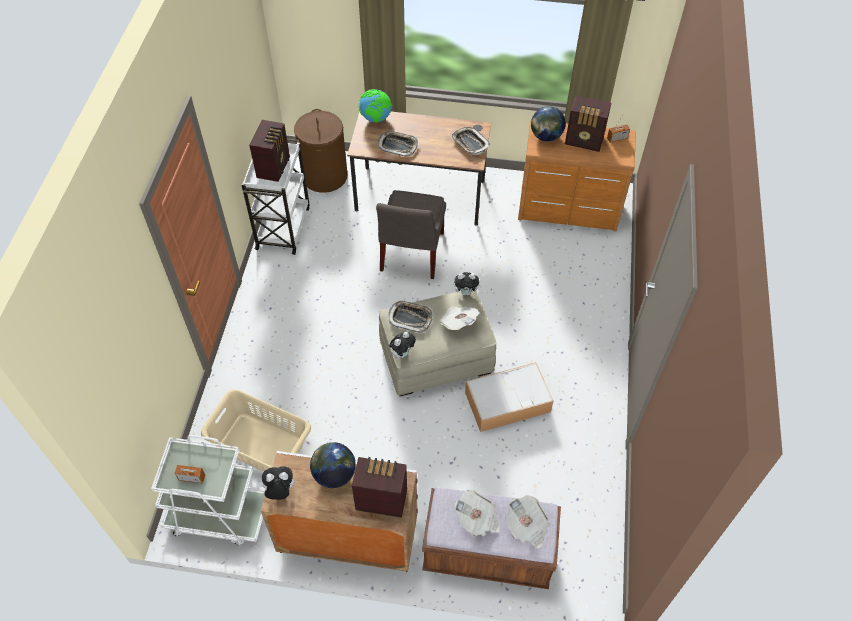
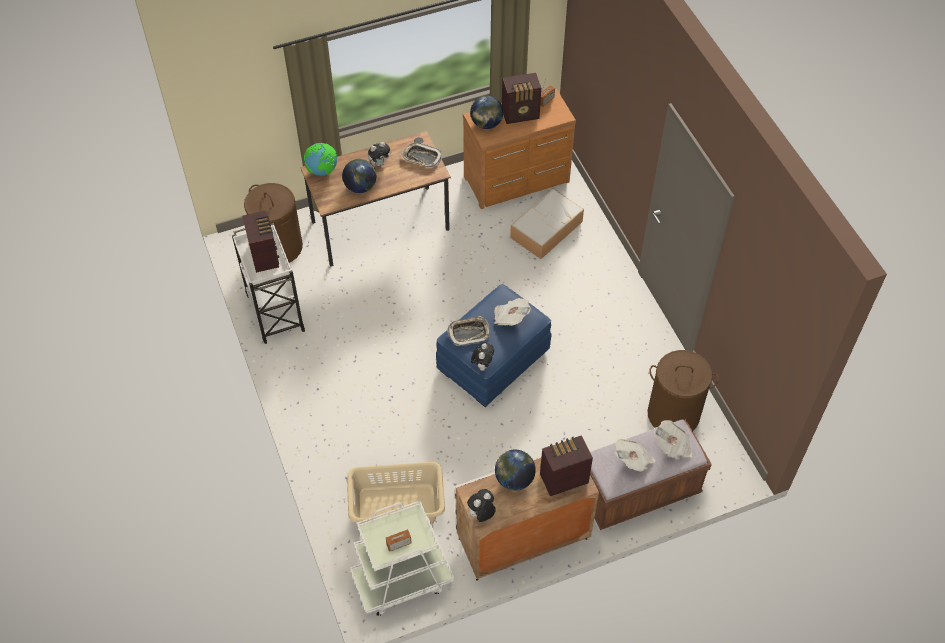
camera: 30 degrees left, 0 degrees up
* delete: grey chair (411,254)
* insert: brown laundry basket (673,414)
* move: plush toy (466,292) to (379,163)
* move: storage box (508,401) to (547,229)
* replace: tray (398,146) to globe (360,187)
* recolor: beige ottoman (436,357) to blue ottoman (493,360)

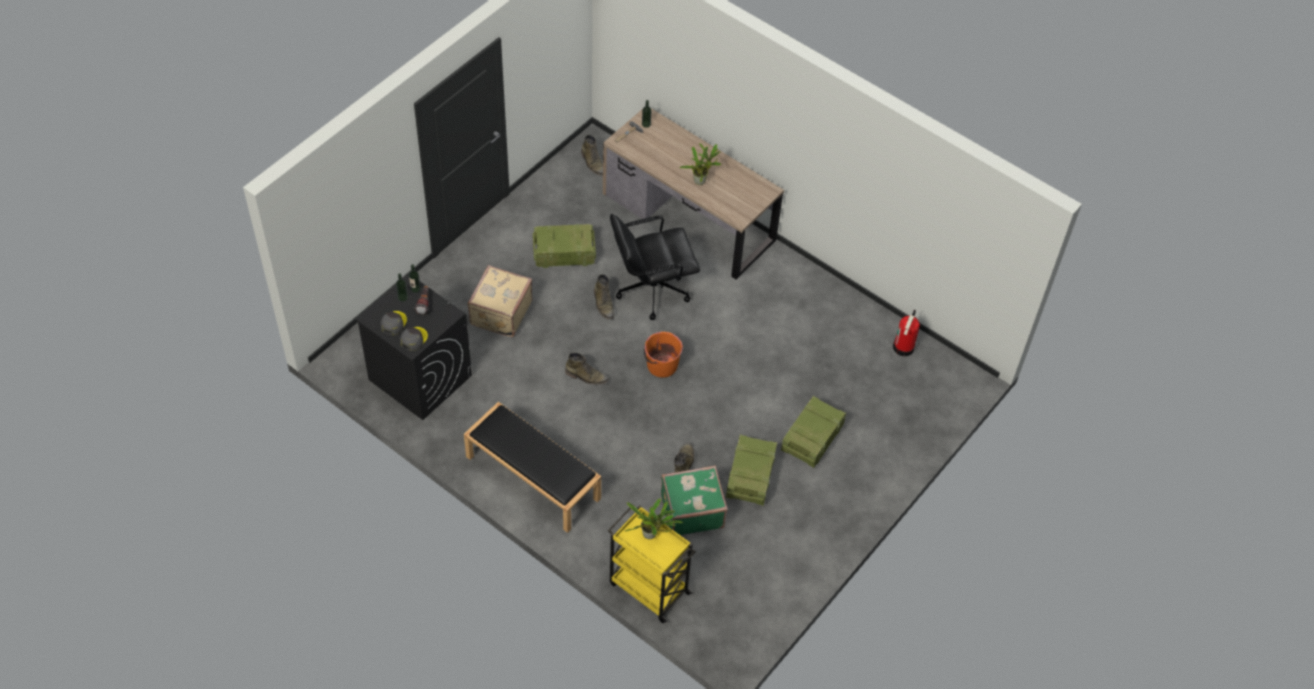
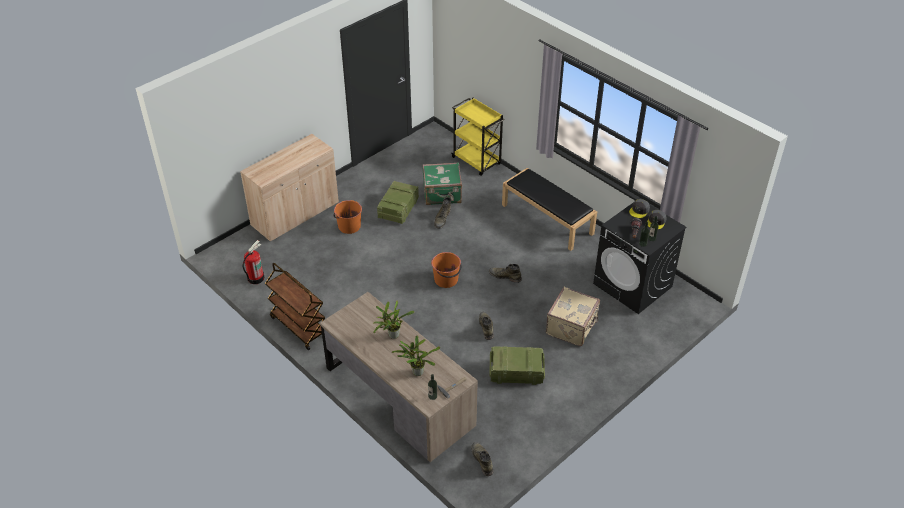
camera: 170 degrees left, 10 degrees down
* delete: black office chair (651,289)
* insert: beige cabinet (295,214)
* insert: brown cart (298,327)
* move: potted plant (651,535) to (416,371)
* replace: crate (811,439) to orange bucket (349,226)

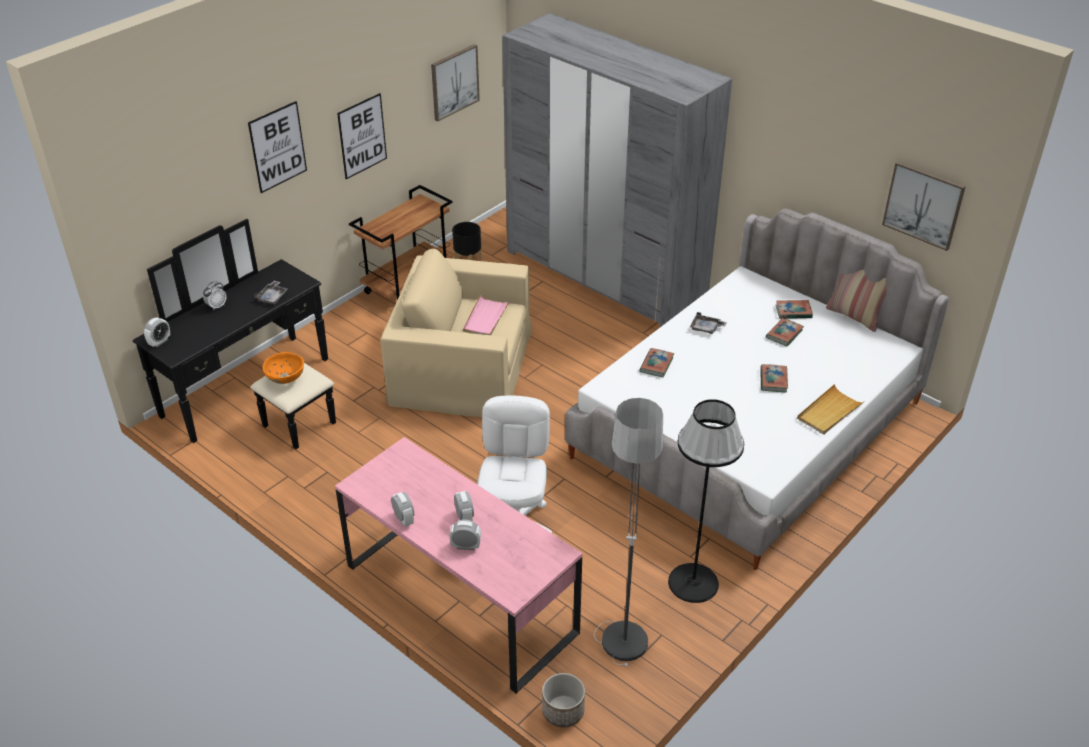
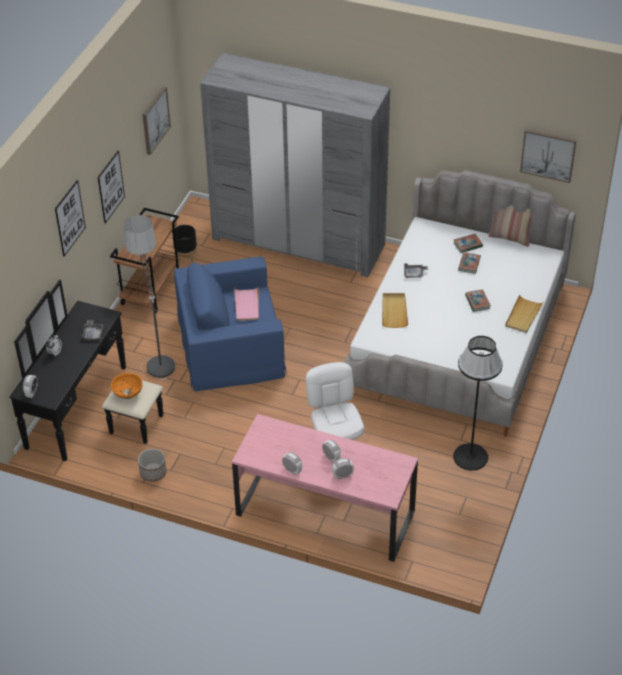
camera: 20 degrees left, 5 degrees up
* move: planter (563,711) to (153,472)
* move: floor lamp (624,613) to (155,352)
* replace: book (656,365) to beige tray (394,311)
* recolor: beige armchair (461,366) to blue armchair (230,345)

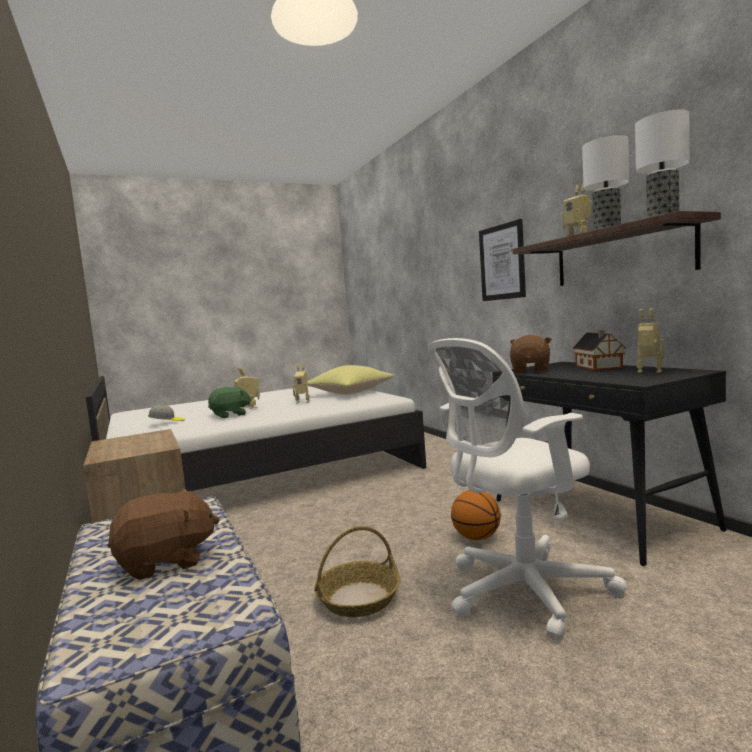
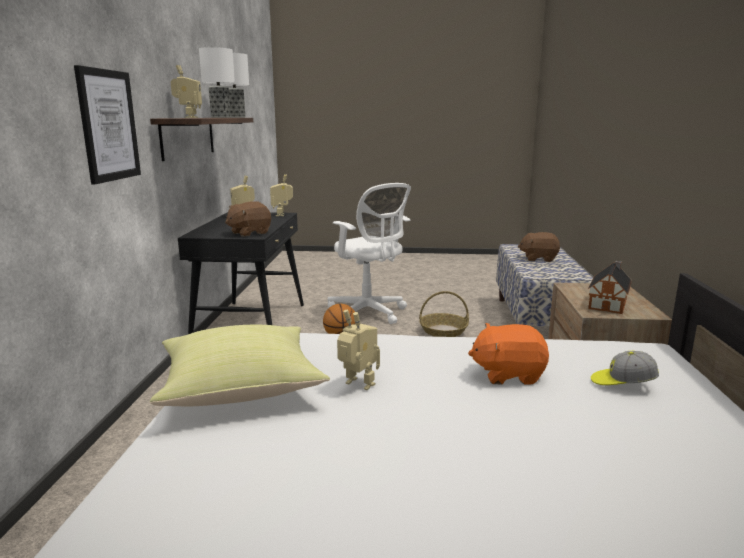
camera: 150 degrees left, 10 degrees up
* move: toy robot (249,407) to (282,215)
* move: toy house (599,367) to (608,303)
* recolor: green plush toy (230,415) to orange plush toy (508,374)
* rotate: white office chair (520,592) = (369,313) 45 degrees clockwise

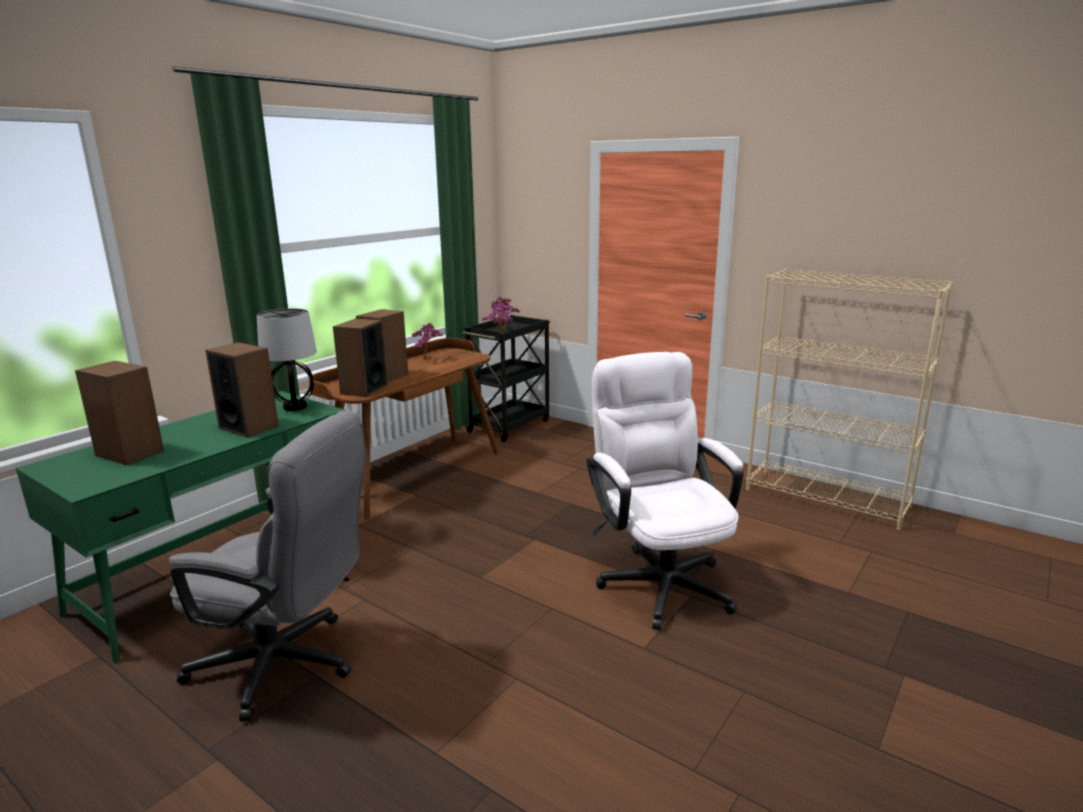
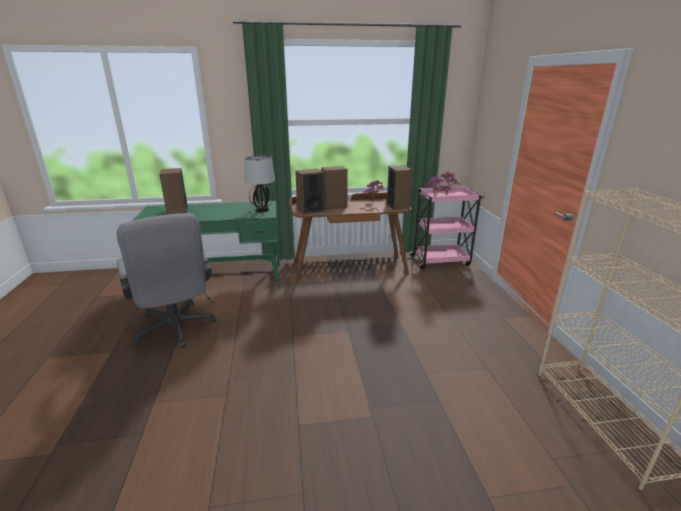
camera: 45 degrees right, 5 degrees up
* delete: white office chair (659,578)
* move: speaker (249,427) to (398,206)
* recolor: black cart (510,425) to pink cart (441,261)

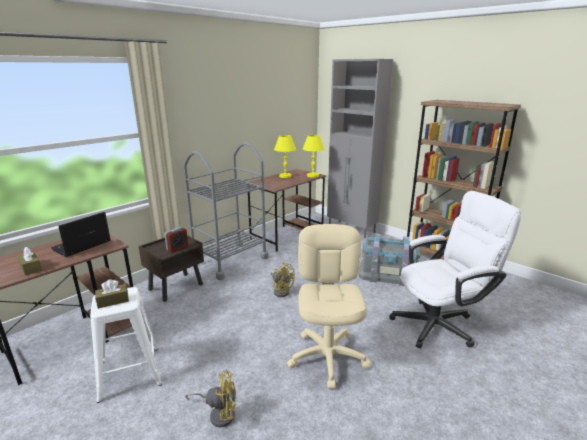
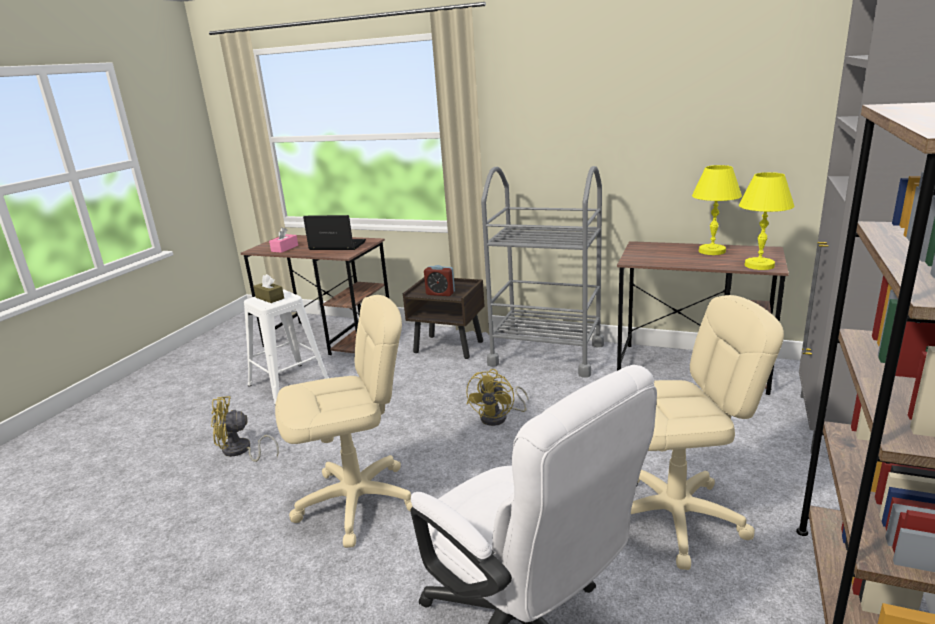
camera: 70 degrees right, 0 degrees up
* replace: grey storage box (388,273) to beige office chair (675,518)
* recolor: brown tissue box (30,268) to pink tissue box (284,248)
* rotate: yellow fan (219,413) = (240,451) 105 degrees clockwise

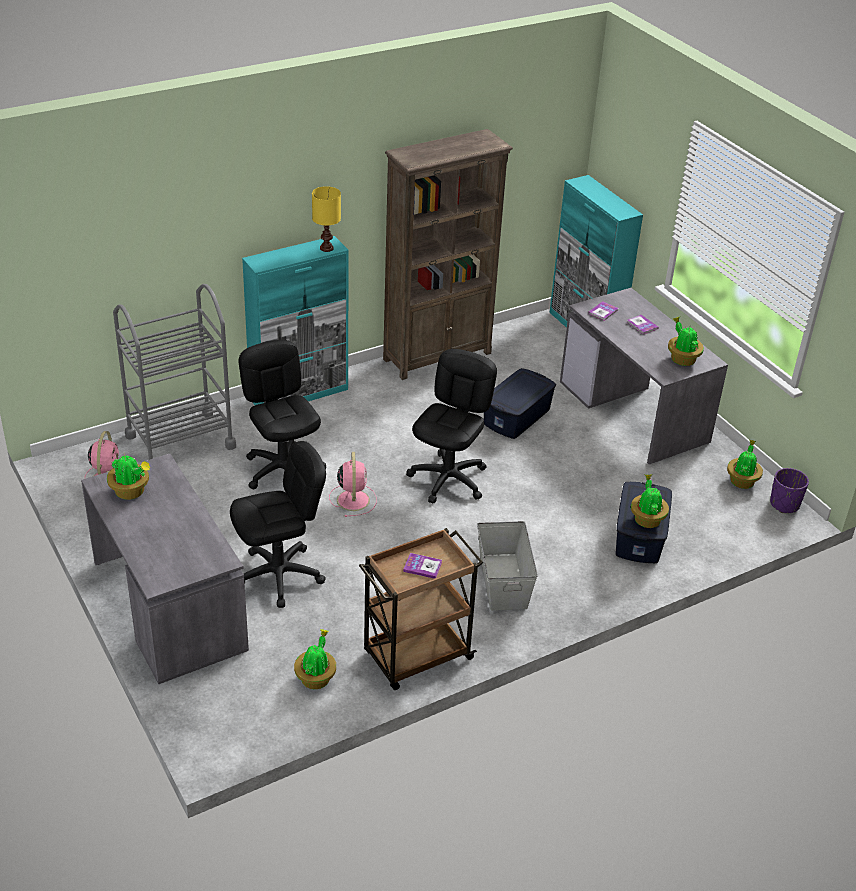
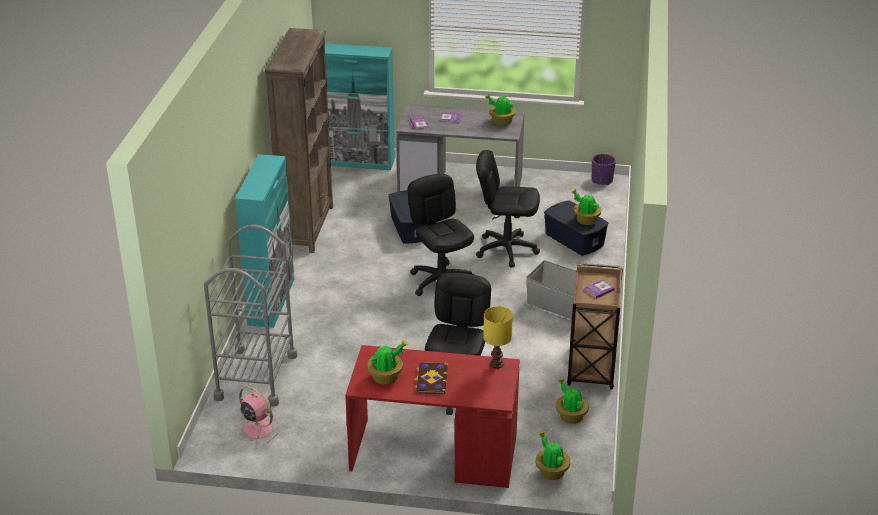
camera: 50 degrees left, 5 degrees down
* delete: pink fan (353,499)
* insert: book (431,379)
* move: black office chair (283,470) to (506,249)
* move: yellow table lamp (326,248) to (496,364)
* move: potted plant (742,481) to (551,471)
* recolor: grey desk (167,605) to red desk (432,453)

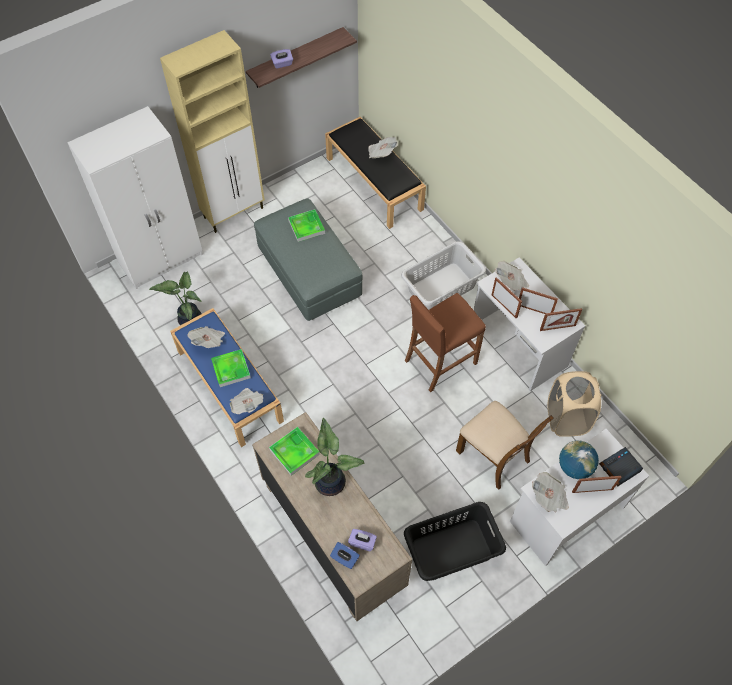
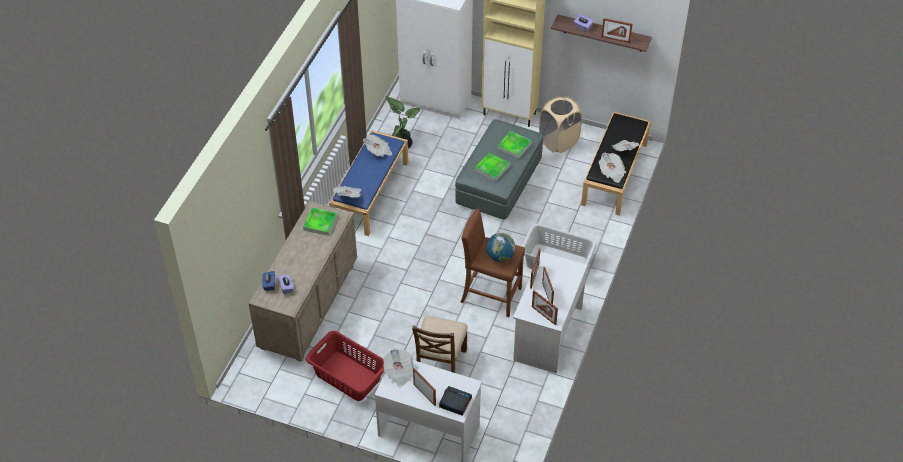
camera: 55 degrees right, 10 degrees down
* delete: potted plant (331,481)
* insert: picture frame (615,39)
* move: tray (231,369) to (492,168)
* move: newspaper (511,282) to (611,172)
* move: beige laundry basket (566,418) to (558,141)
* move: globe (574,467) to (500,256)
* recolor: black laundry basket (451,549) to red laundry basket (348,376)

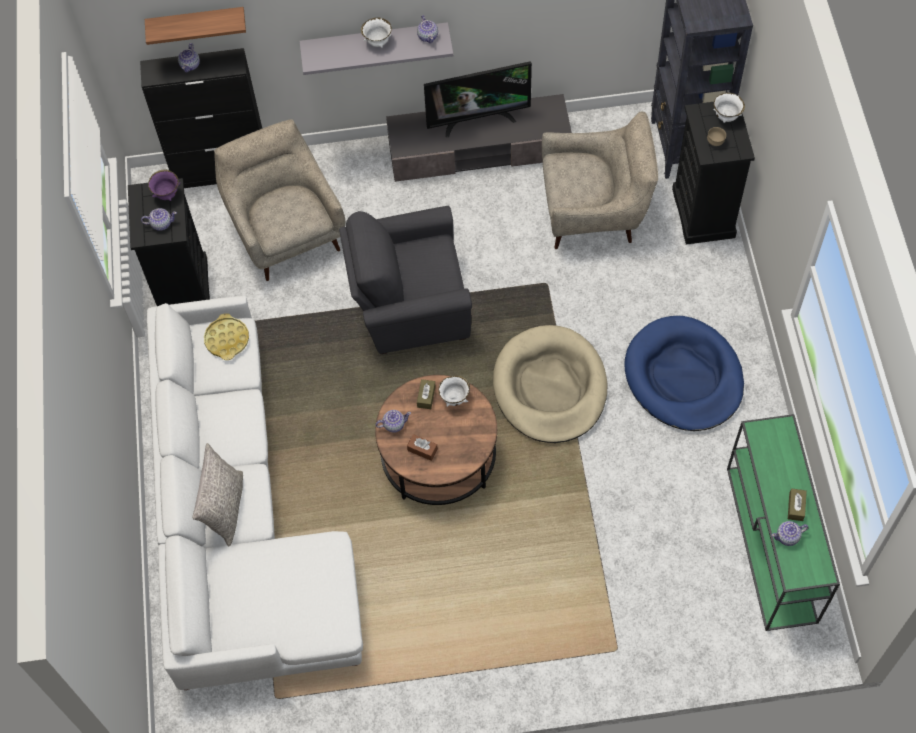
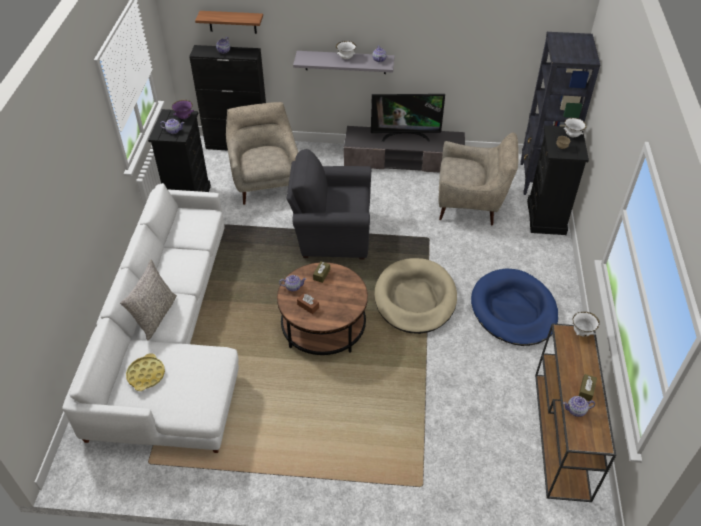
camera: 10 degrees right, 15 degrees down
* move: yellow tray (227,339) to (146,375)
* move: white bowl (455,399) to (582,332)
* recolor: green console table (772,545) to brown console table (562,436)

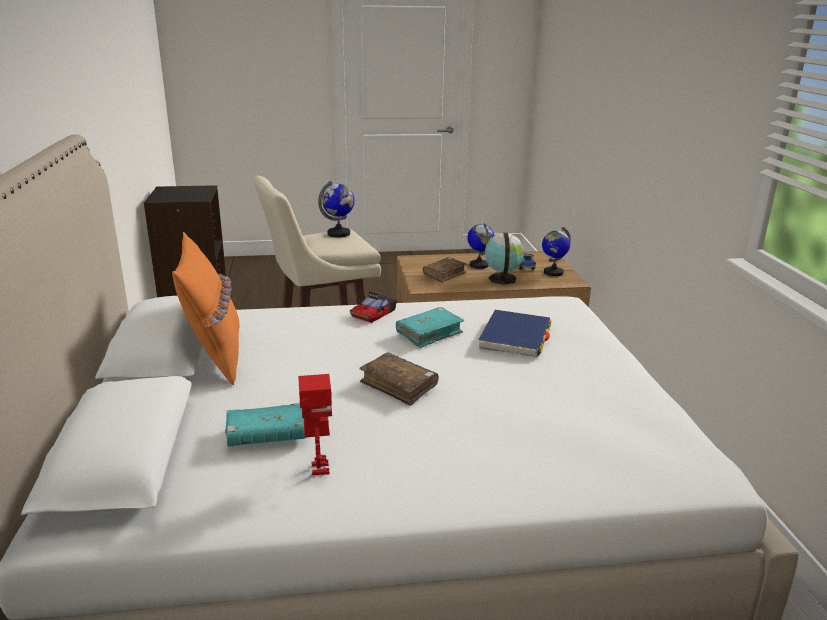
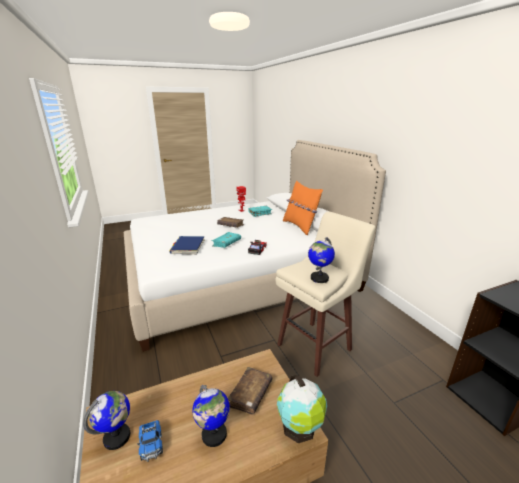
camera: 165 degrees right, 0 degrees up
* move: globe (502,278) to (300,428)

